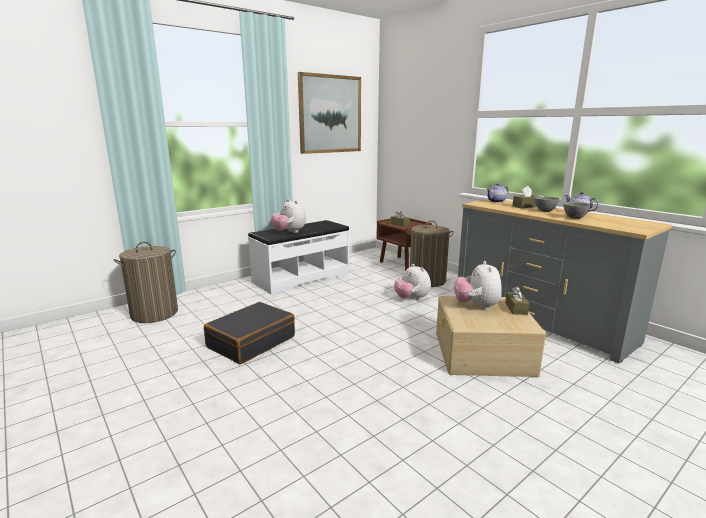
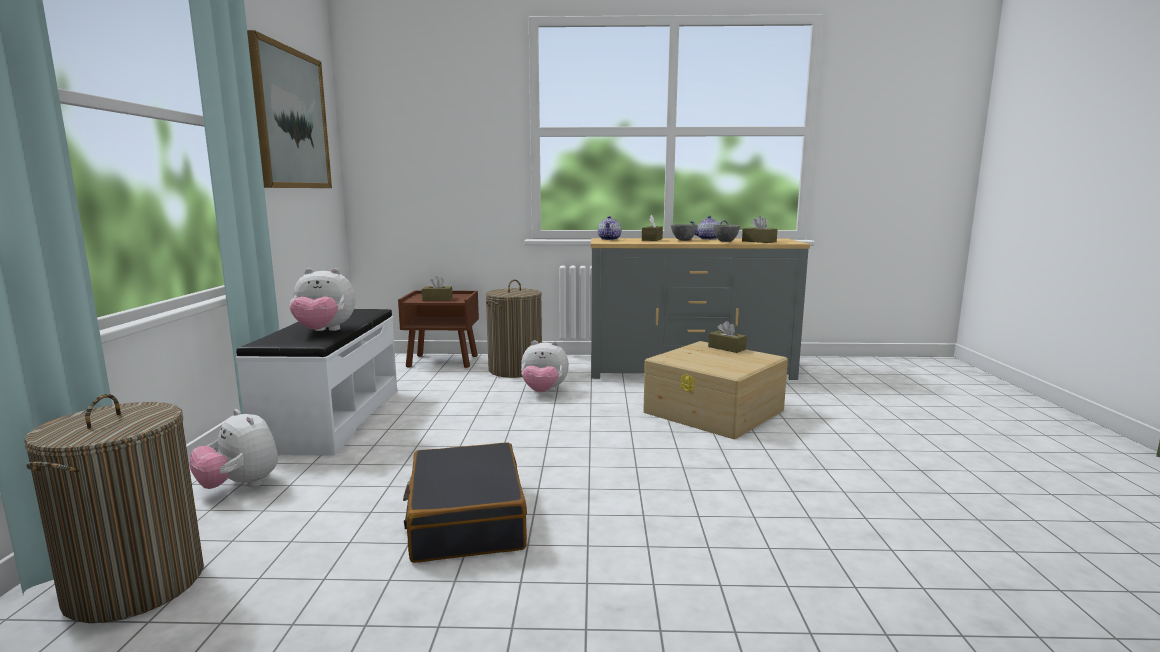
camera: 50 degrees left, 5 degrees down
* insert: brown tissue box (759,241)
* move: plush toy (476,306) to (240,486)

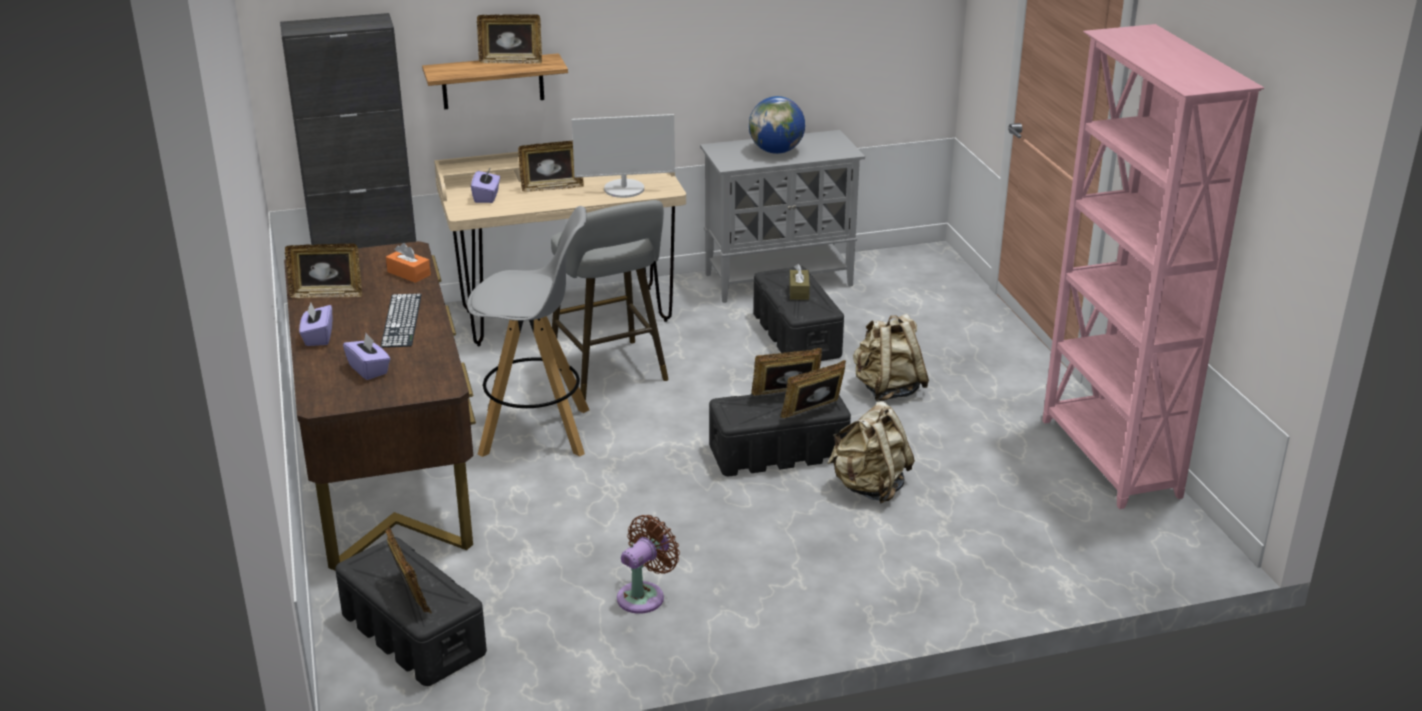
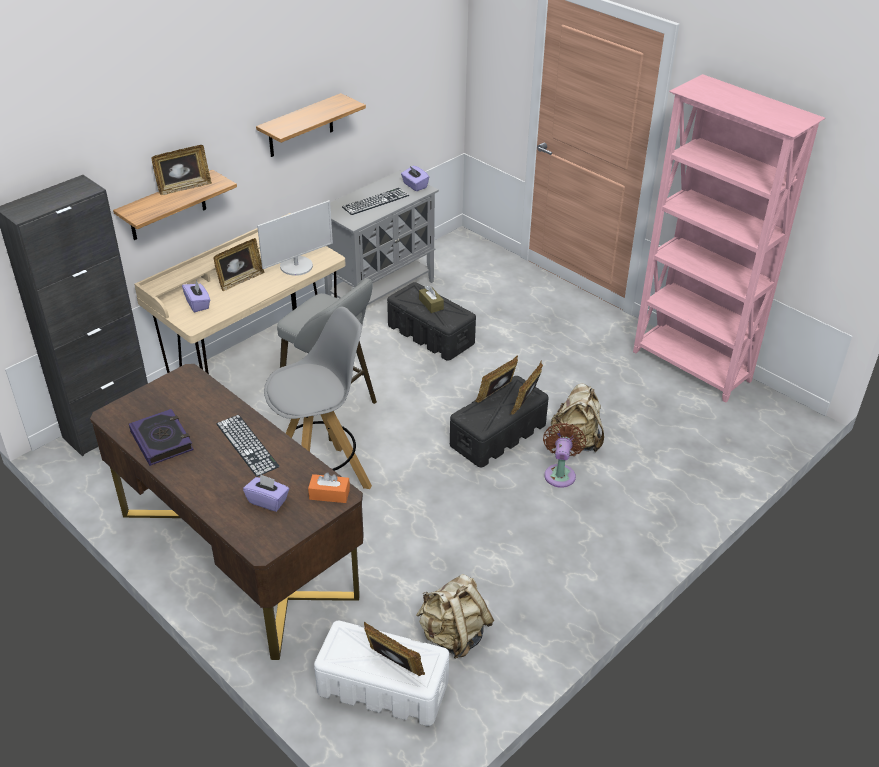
camera: 30 degrees left, 10 degrees up
* insert: shelf (300,126)
* move: purple tissue box (318,337) to (414,185)
* move: orange tissue box (409,273) to (329,494)
* move: brown fan (644,595) to (560,473)
* move: beige backpack (888,390) to (453,635)
* replace: picture frame (327,294) to book (162,441)
* replace: globe (776,151) to keyboard (375,201)
* recolor: black storage box (412,634) to white storage box (382,687)

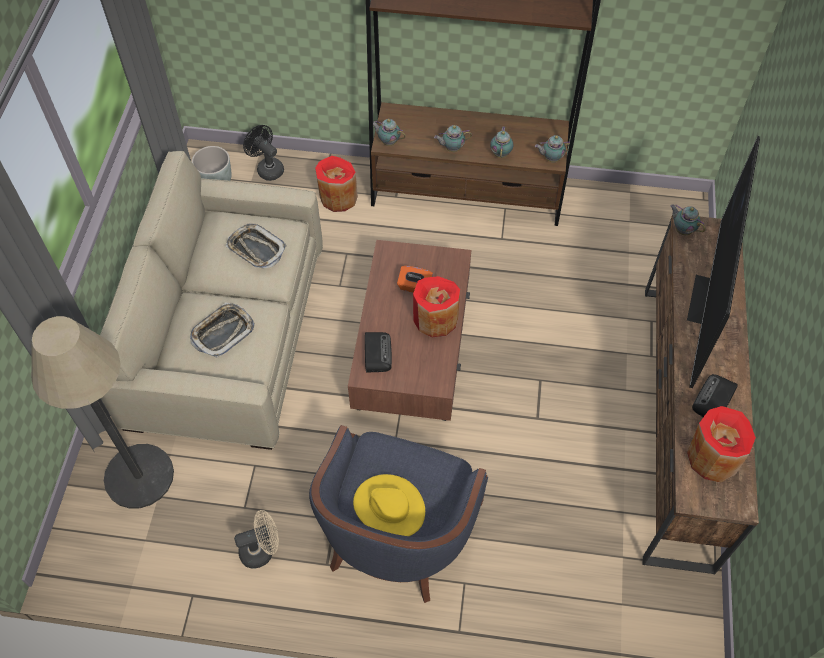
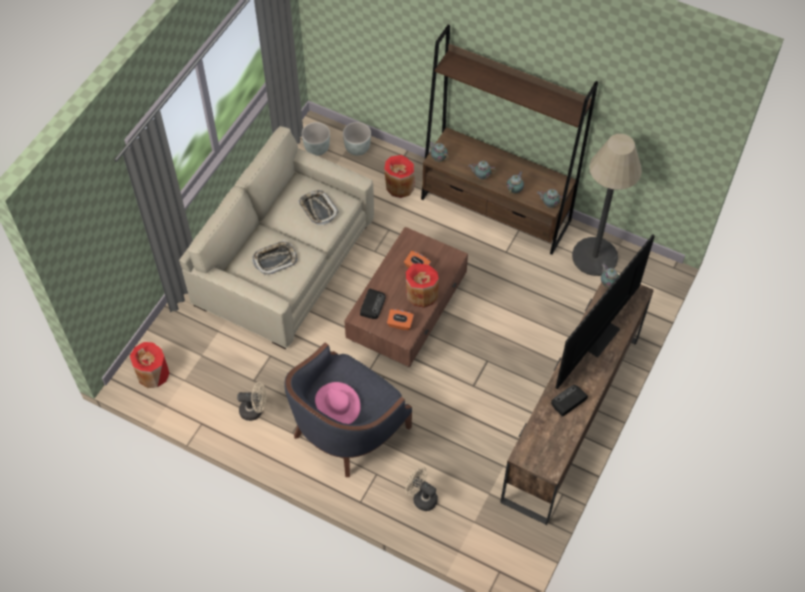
camera: 20 degrees right, 0 degrees up
* insert: orange tissue box (400,324)
* insert: beige fan (421,497)
* move: floor lamp (139,476) to (594,256)
* move: red vase (712,457) to (152,374)
* replace: black fan (267,168) to grey planter (357,149)
* recolor: yellow hat (389,507) to pink hat (337,404)

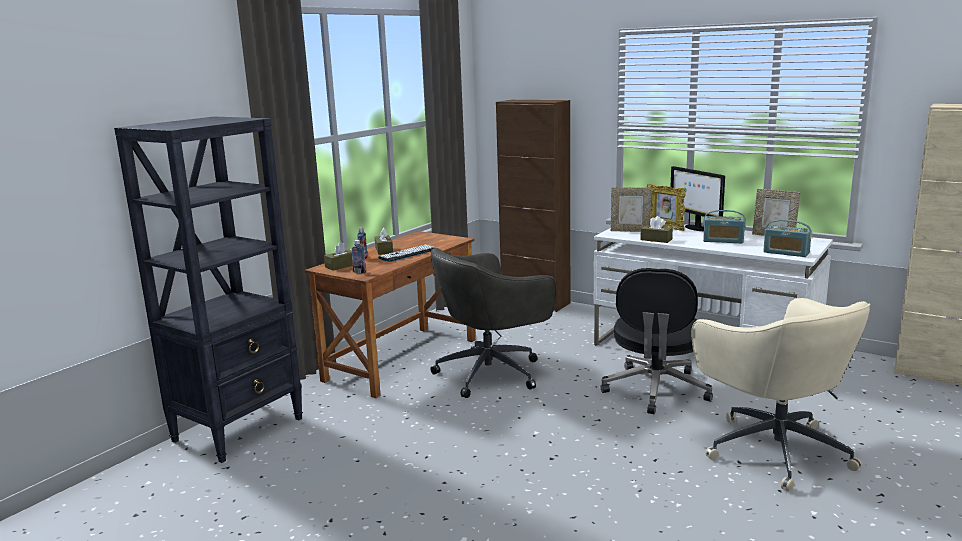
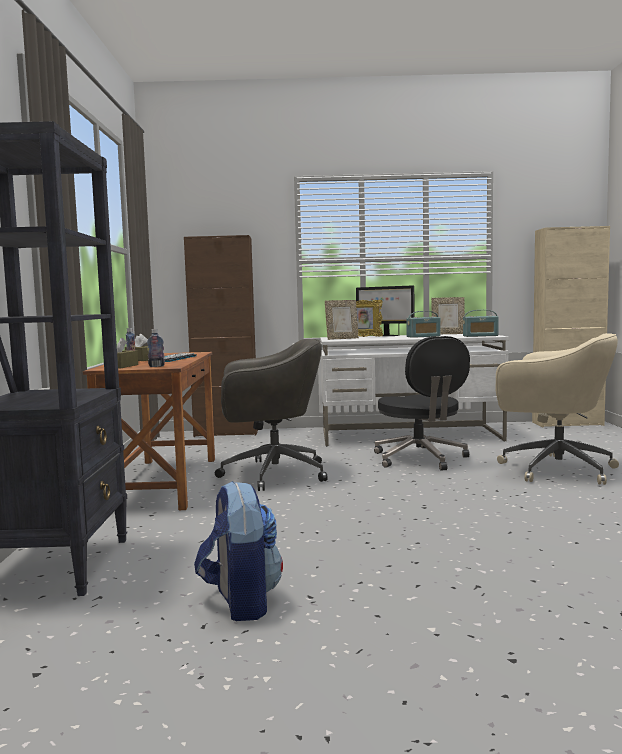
camera: 35 degrees left, 10 degrees down
* delete: brown tissue box (656,239)
* insert: backpack (240,602)
* rotate: grey office chair (492,373) = (271,474) 120 degrees counterclockwise

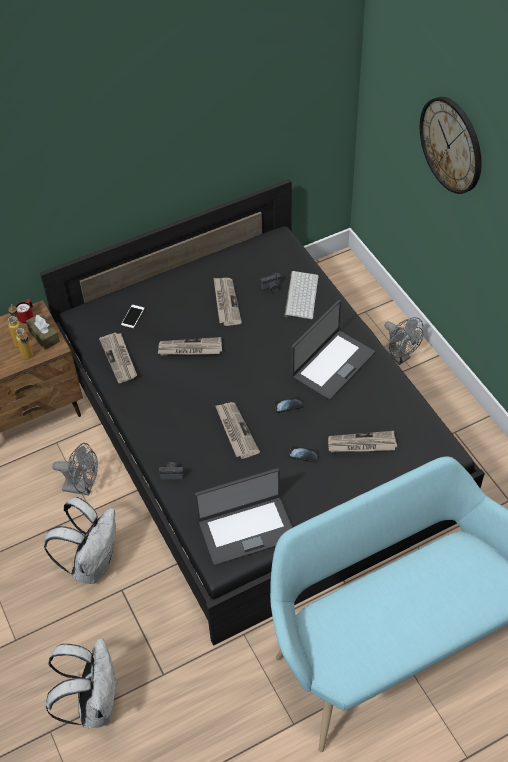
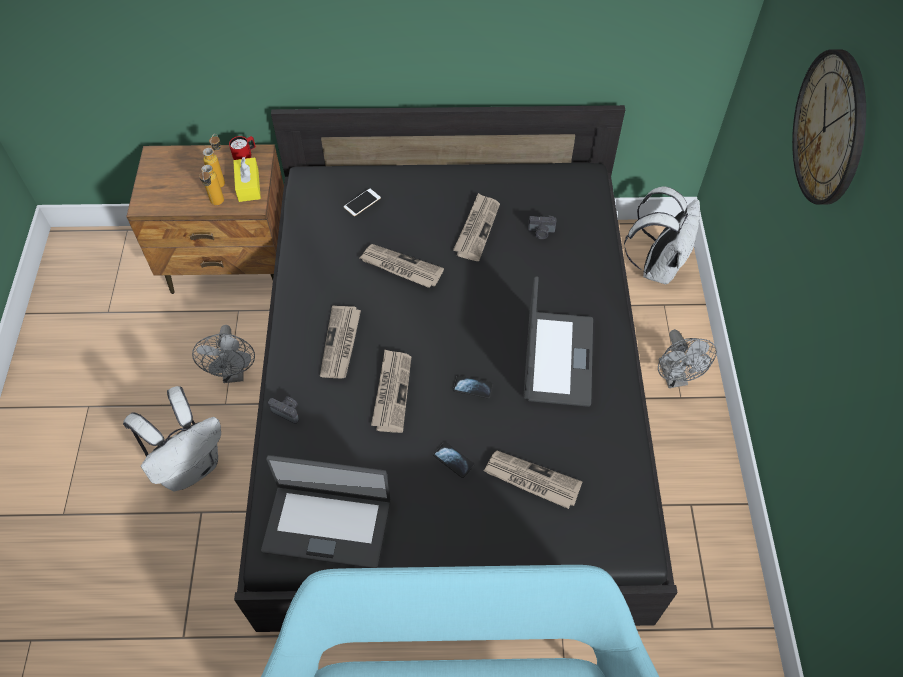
camera: 25 degrees right, 5 degrees up
* delete: keyboard (300,295)
* move: white backpack (94,703) to (657,266)
* move: newspaper (119,359) to (341,344)
* recolor: brown tissue box (44,336) to yellow tissue box (248,185)
* rotate: grey fan (83,487) = (234,373) 45 degrees clockwise
* rotate: laptop (332,364) = (557,359) 60 degrees counterclockwise

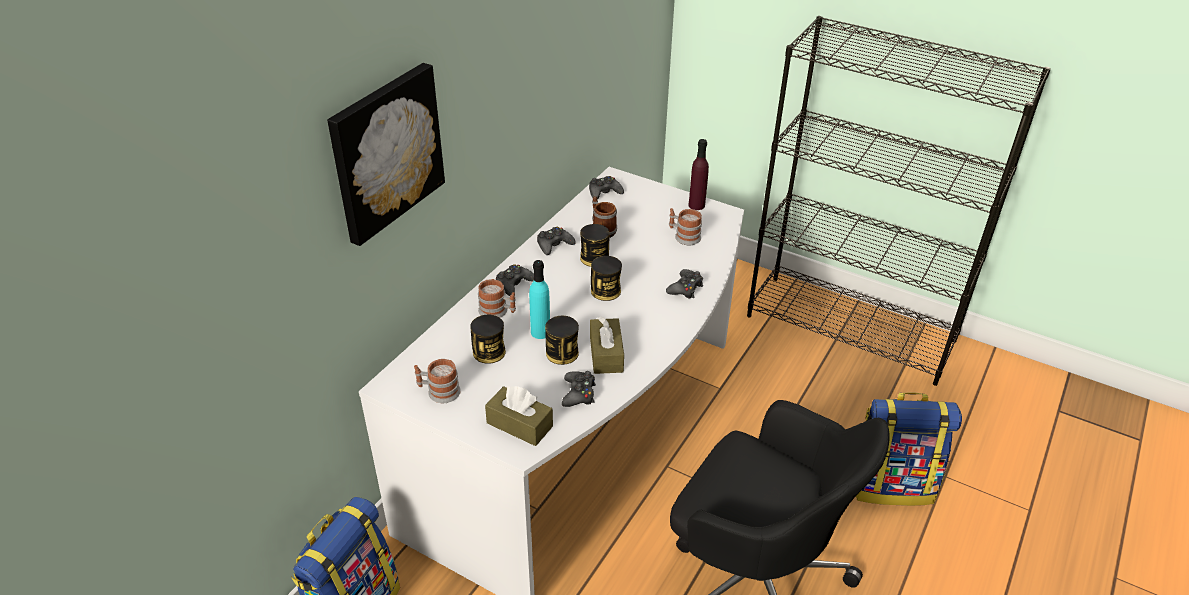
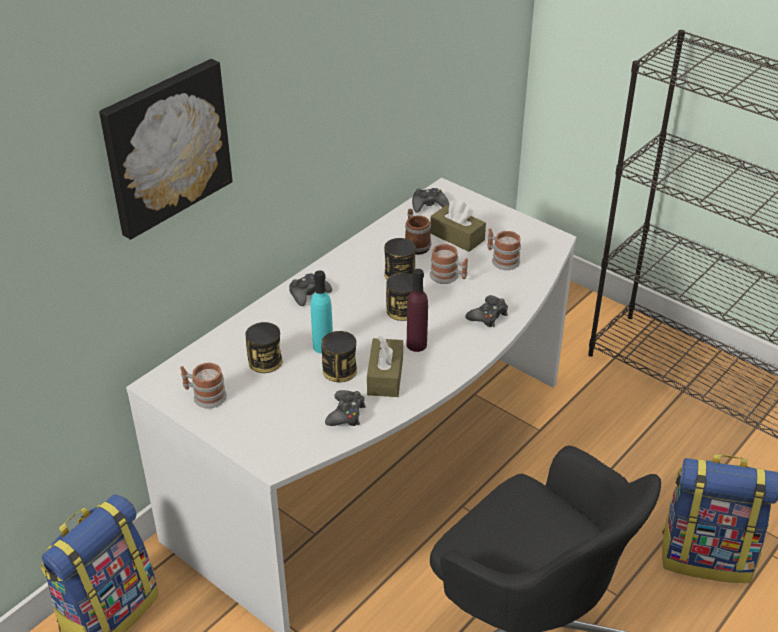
camera: 10 degrees right, 0 degrees up
* delete: black game controller (554,245)
* move: mug (497,312) to (448,277)
* move: brown tissue box (519,424) to (457,237)
* move: purple bottle (696,205) to (416,345)

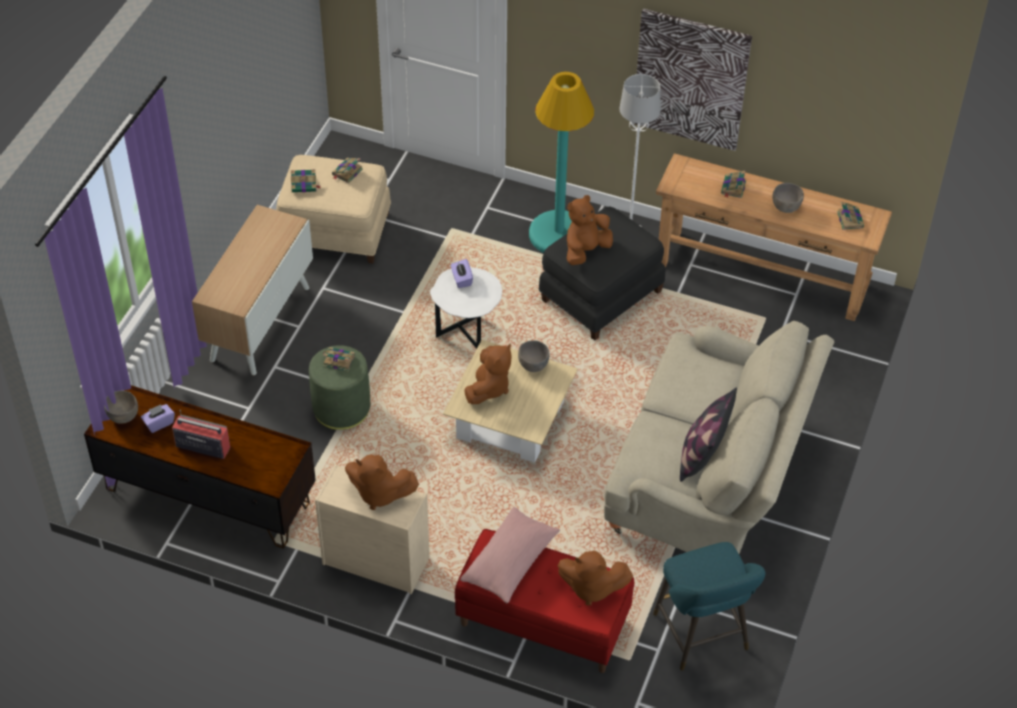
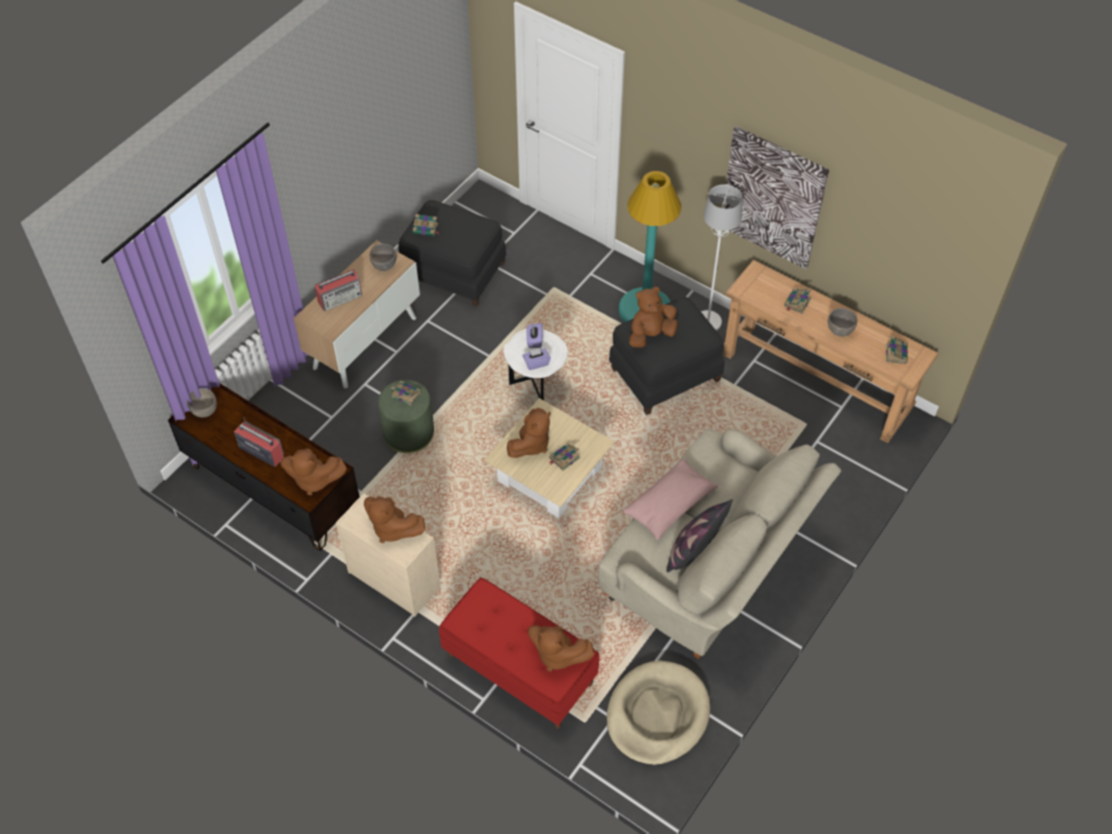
camera: 15 degrees right, 5 degrees up
* insert: brown plush toy (313,480)
* insert: radio (341,298)
* move: purple tissue box (159,423) to (536,363)
* move: book (347,172) to (564,458)
* move: pink pillow (510,563) to (669,505)
* move: grey bowl (533,365) to (384,265)
* replace: turquoise stool (702,636) to beige dog bed (657,715)
* recolor: beige ottoman (335,233) to black ottoman (453,273)

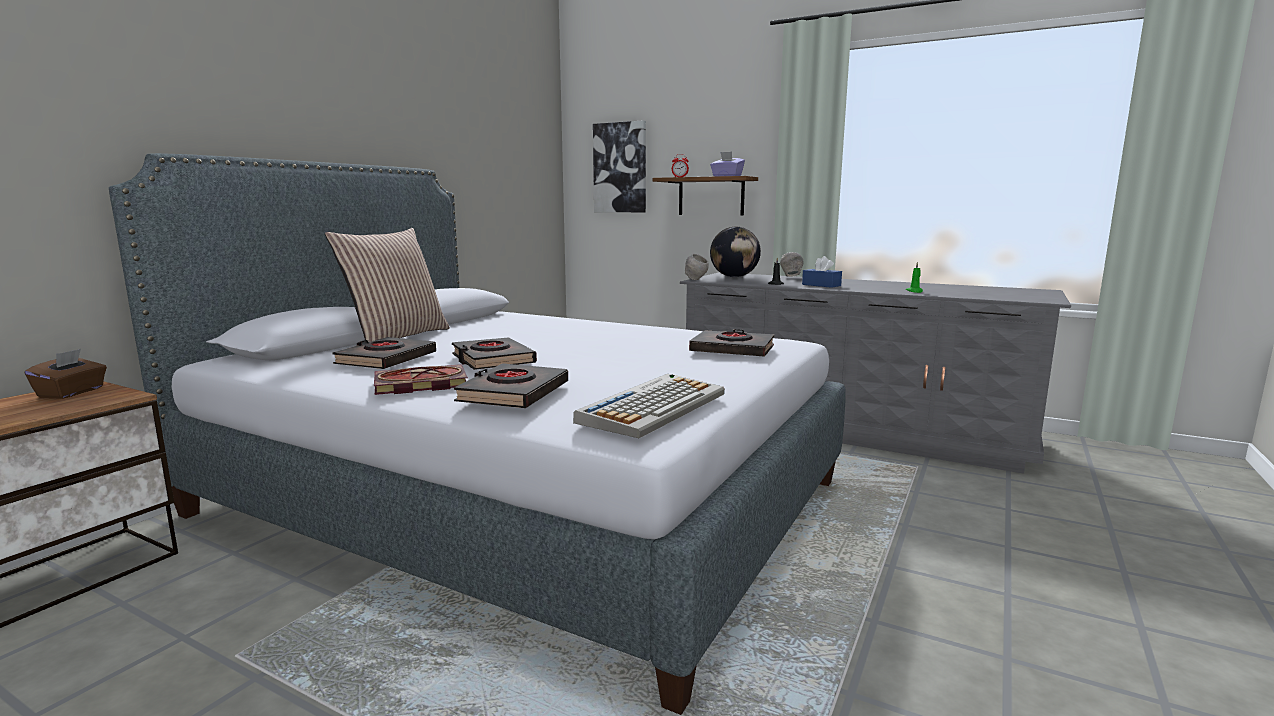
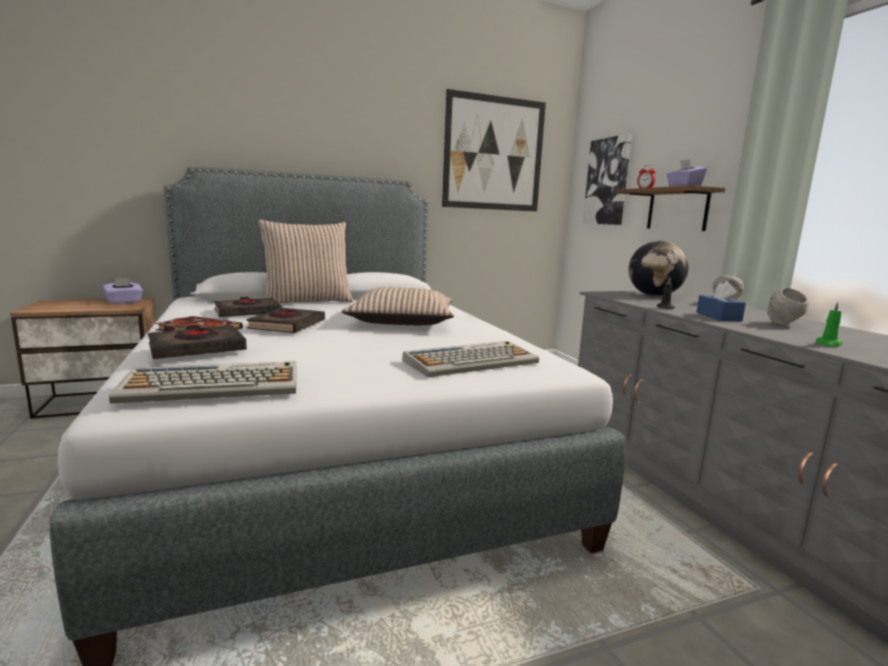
camera: 40 degrees right, 0 degrees up
* insert: pillow (401,321)
* insert: picture (494,154)
* move: grey bowl (696,280) to (783,324)
* replace: black book (732,350) to keyboard (472,361)
* recolor: brown tissue box (72,393) to purple tissue box (124,302)

